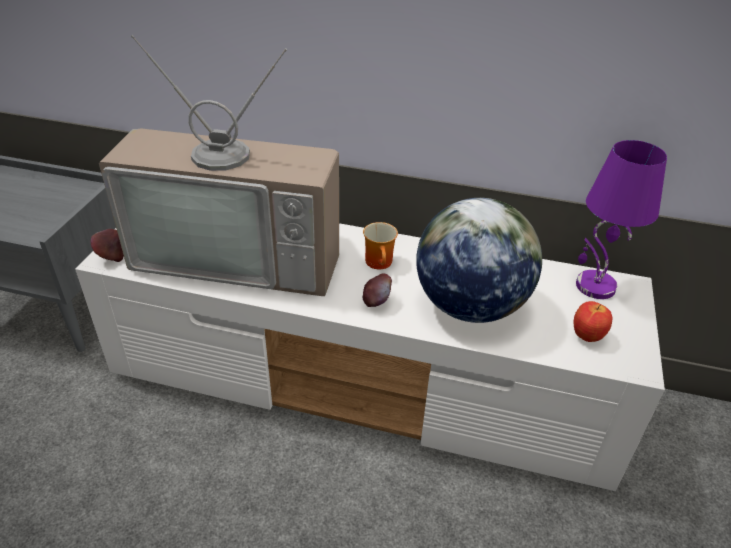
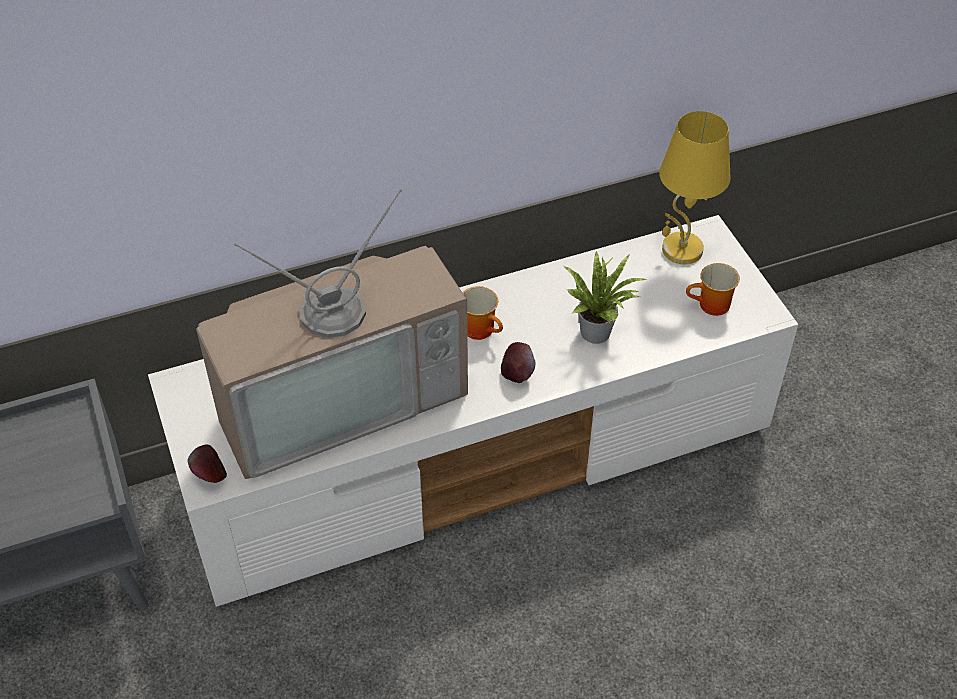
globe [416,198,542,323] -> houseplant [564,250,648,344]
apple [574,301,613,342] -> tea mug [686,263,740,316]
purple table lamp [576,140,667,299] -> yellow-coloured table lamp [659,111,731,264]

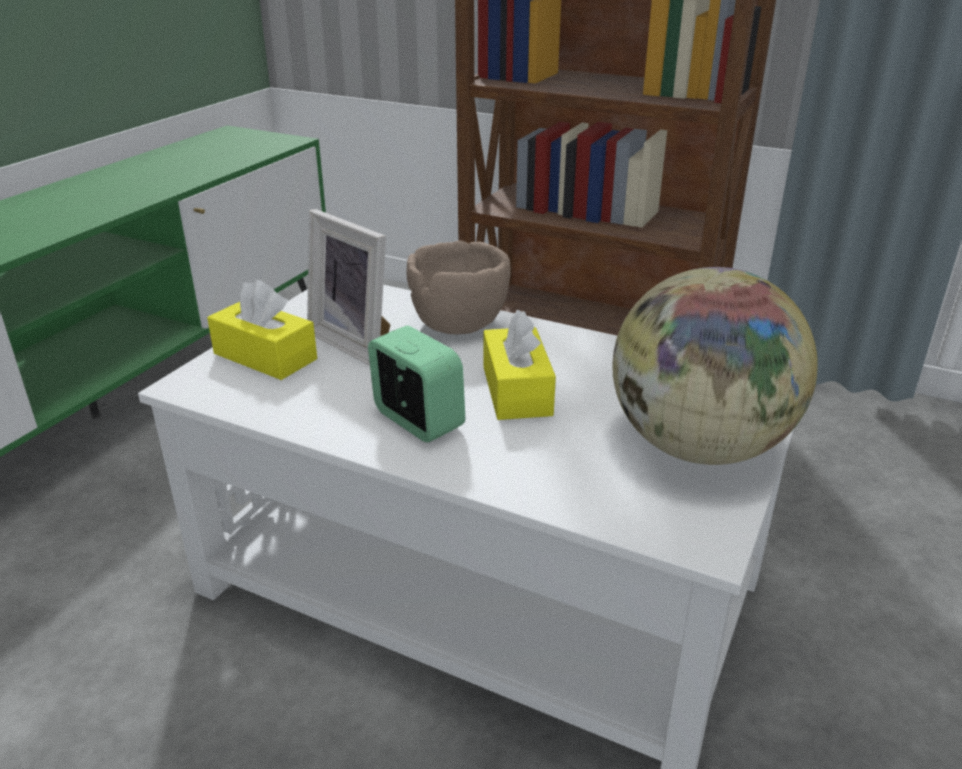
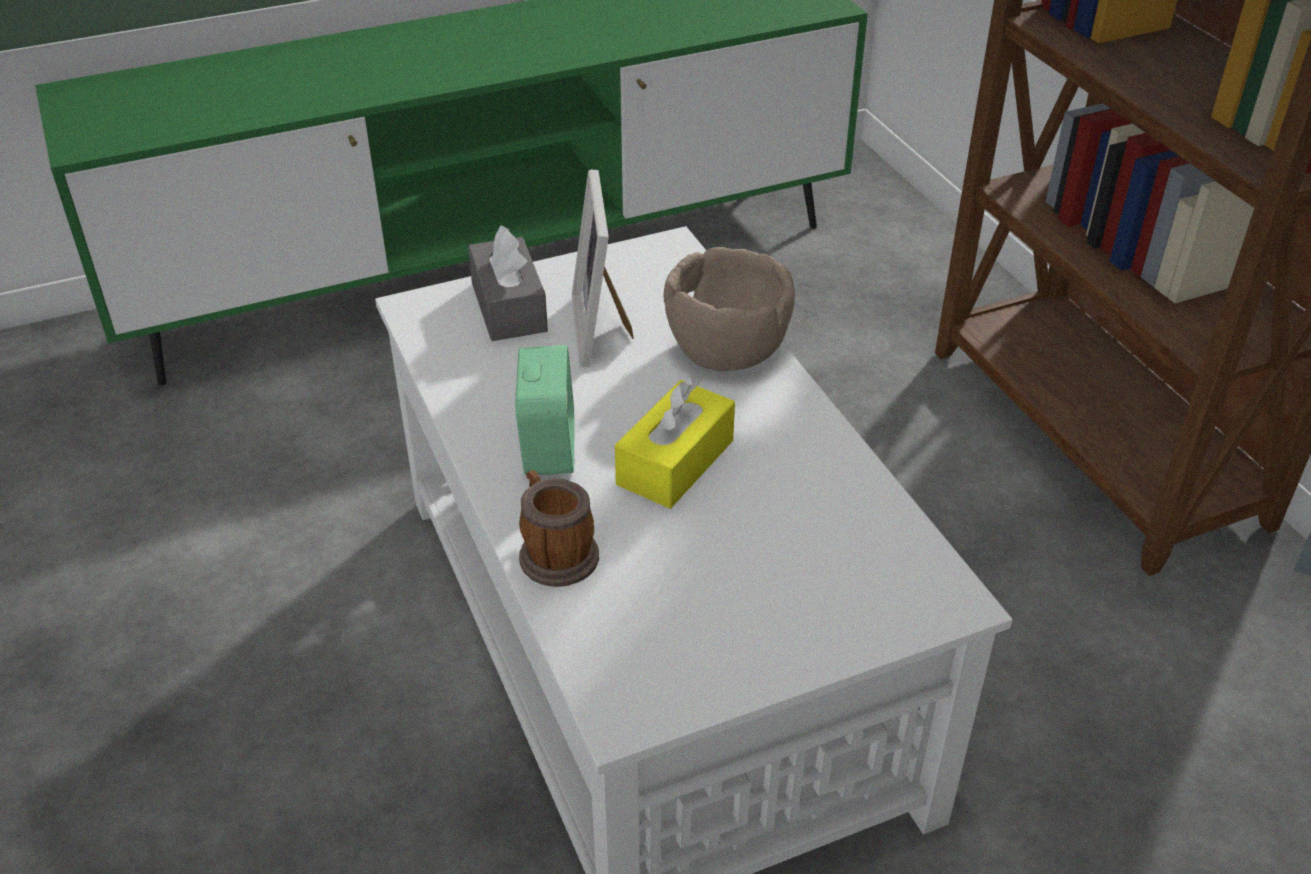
globe [612,267,818,465] -> none
none -> tea mug [519,470,599,587]
yellow-coloured tissue holder [207,280,317,380] -> grey tissue holder [468,225,548,341]

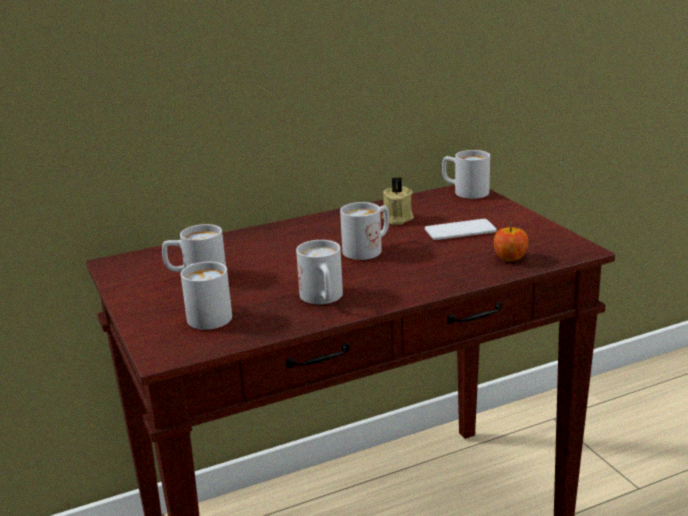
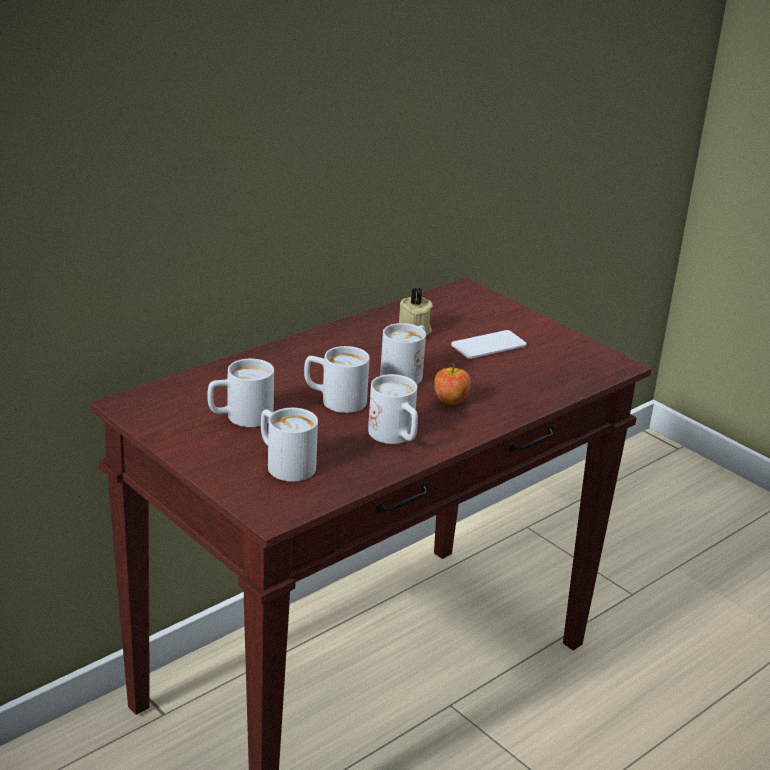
white tea mug [442,150,490,199] -> white tea mug [304,346,370,413], moved
apple [494,222,528,262] -> apple [434,363,471,405], moved

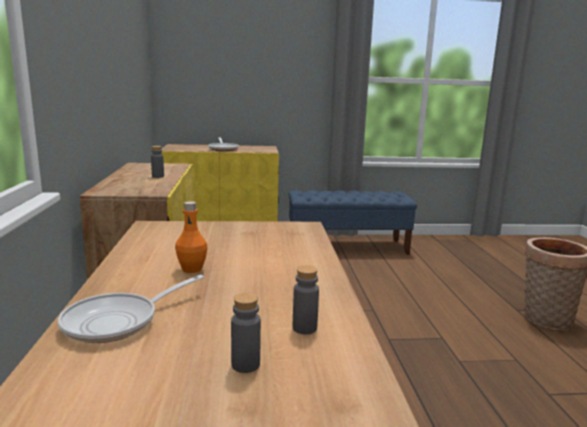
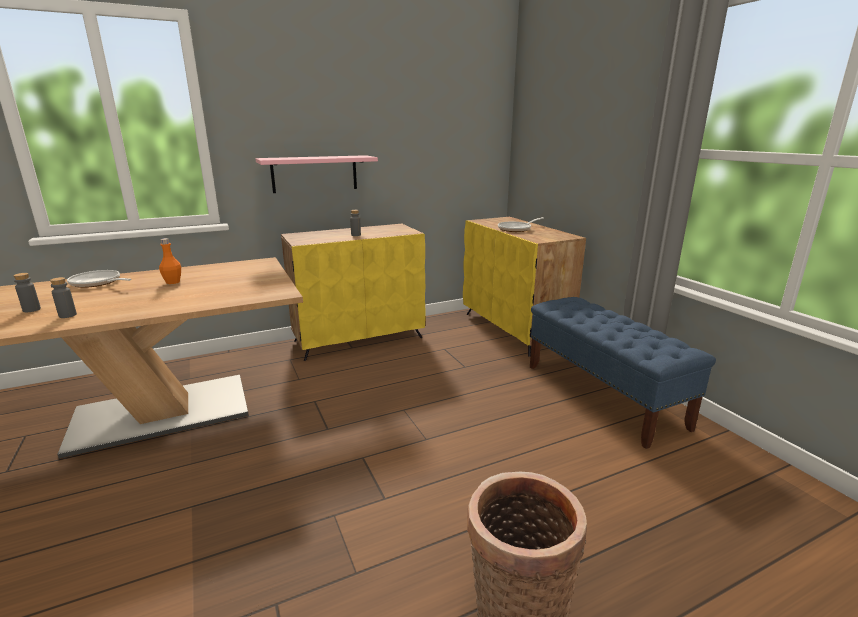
none -> pink wall shelf [256,155,378,193]

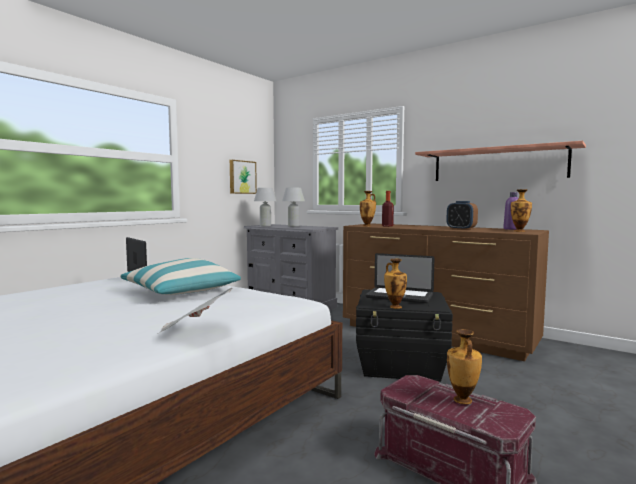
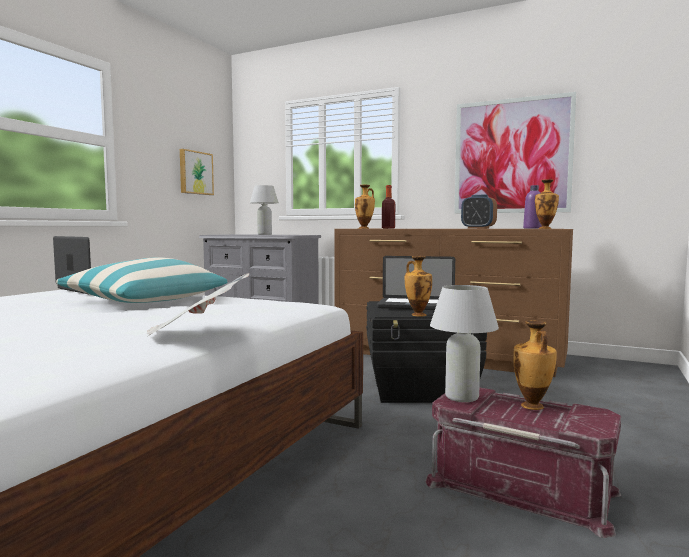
white table lamp [254,188,276,226] -> white table lamp [430,285,499,402], moved
wall shelf [415,141,586,181] -> wall art [454,92,576,214]

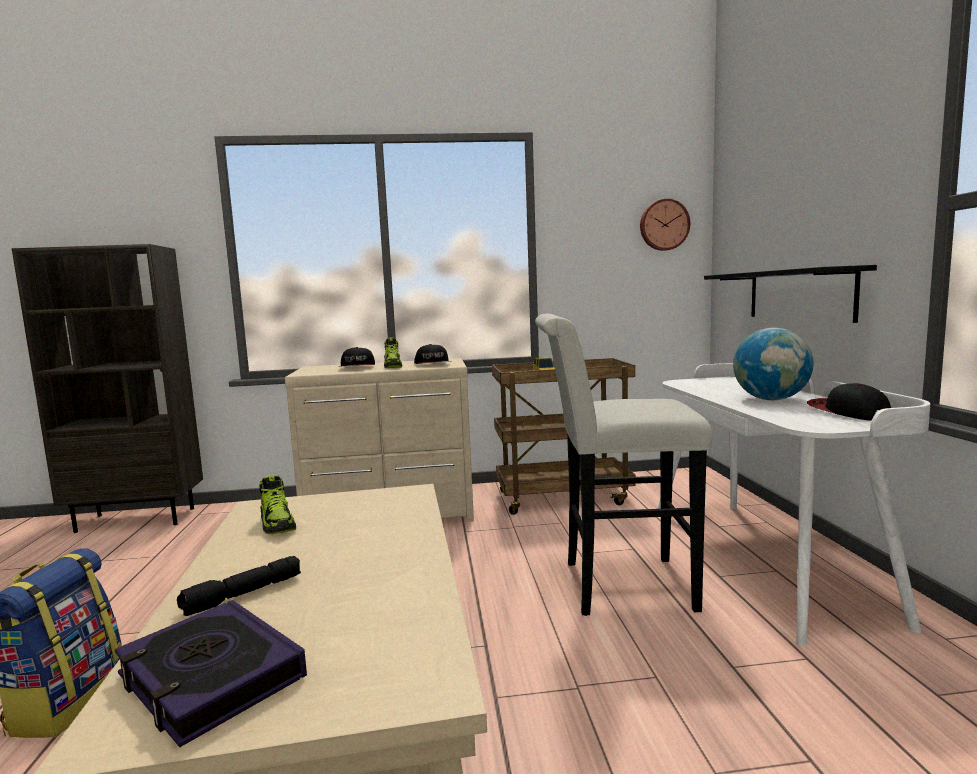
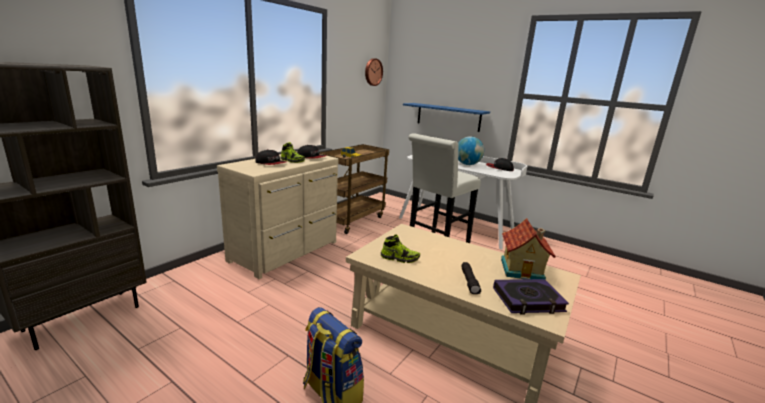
none -> toy house [501,218,556,280]
blackish wall shelf [704,265,877,323] -> blue-coloured wall shelf [403,103,490,132]

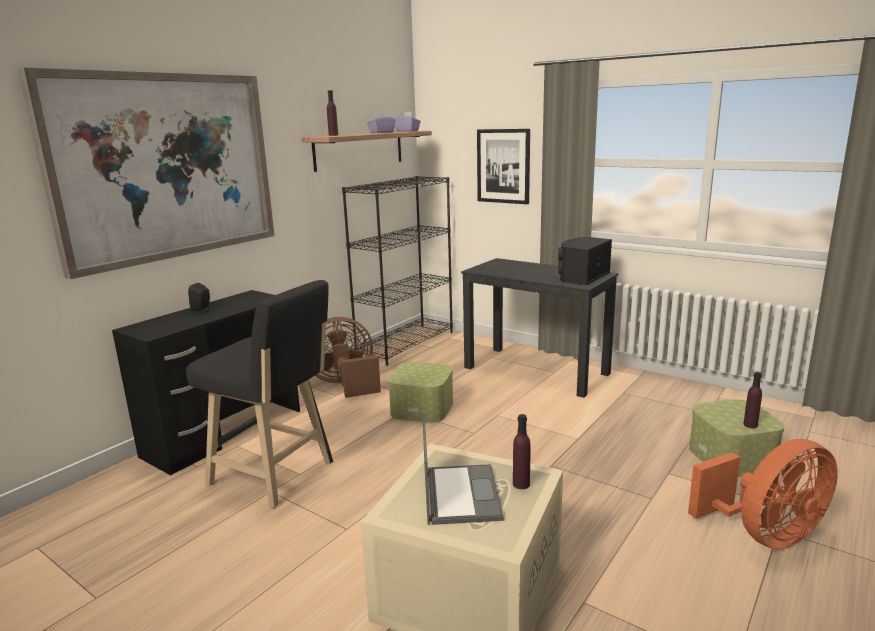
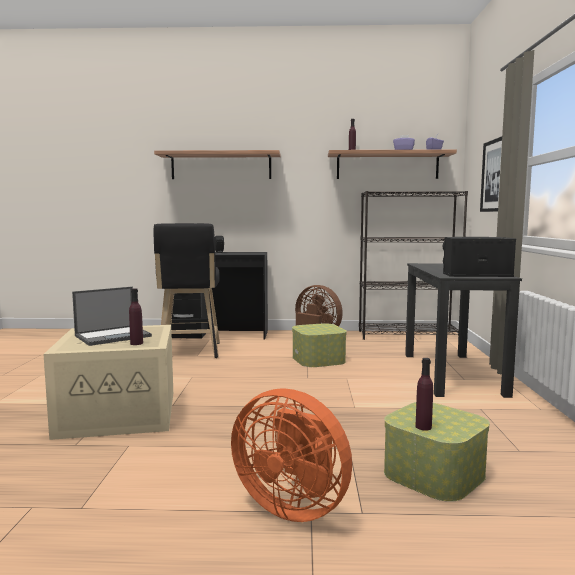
wall art [18,68,274,279] -> wall shelf [154,150,281,179]

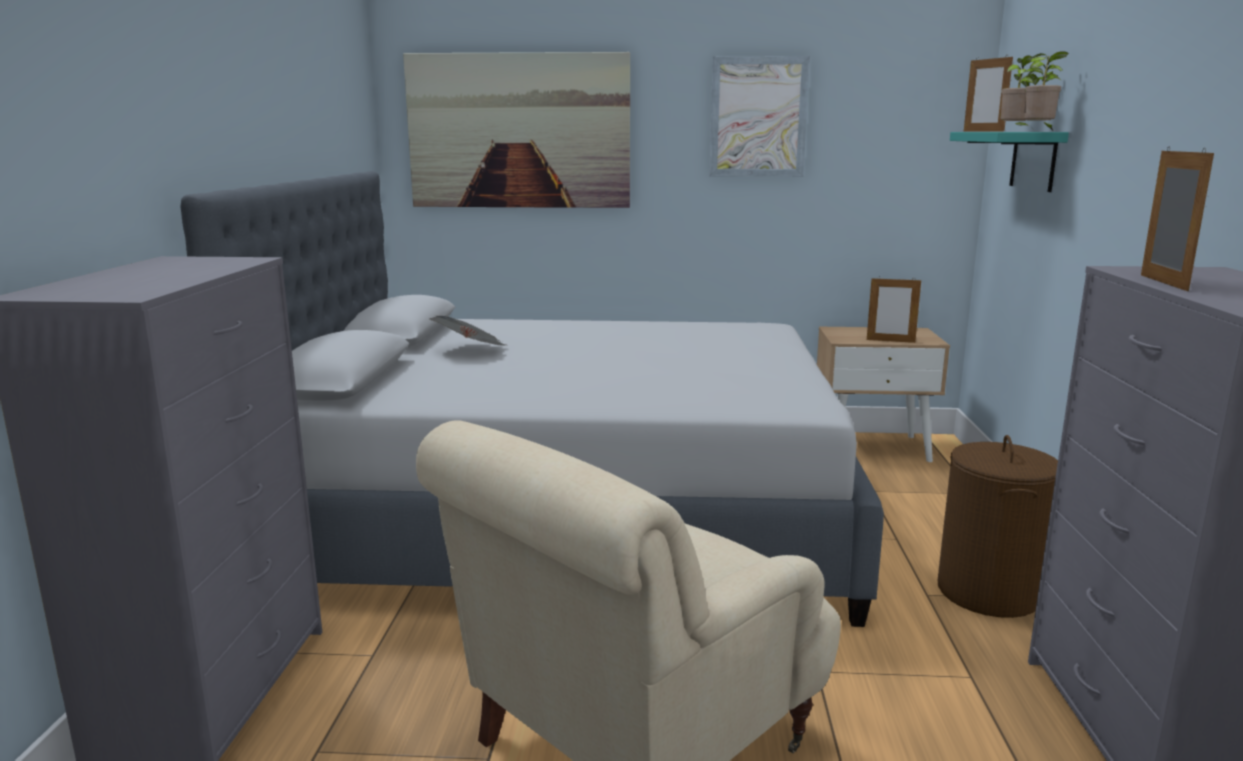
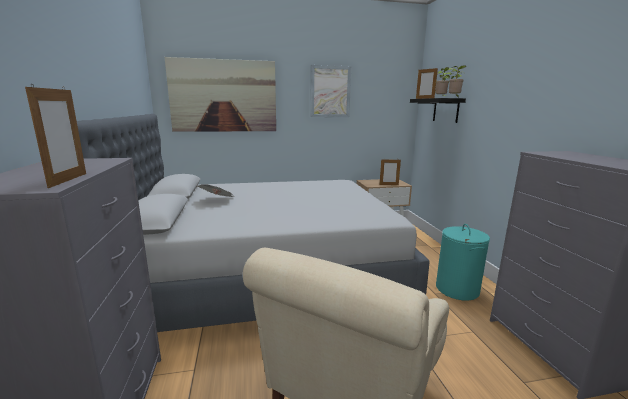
standing frame [1141,148,1214,291] -> standing frame [25,85,86,188], moved
brownish laundry basket [938,435,1058,618] -> blue-green laundry basket [436,224,490,301]
blue-green wall shelf [950,132,1069,192] -> blackish wall shelf [410,98,466,123]

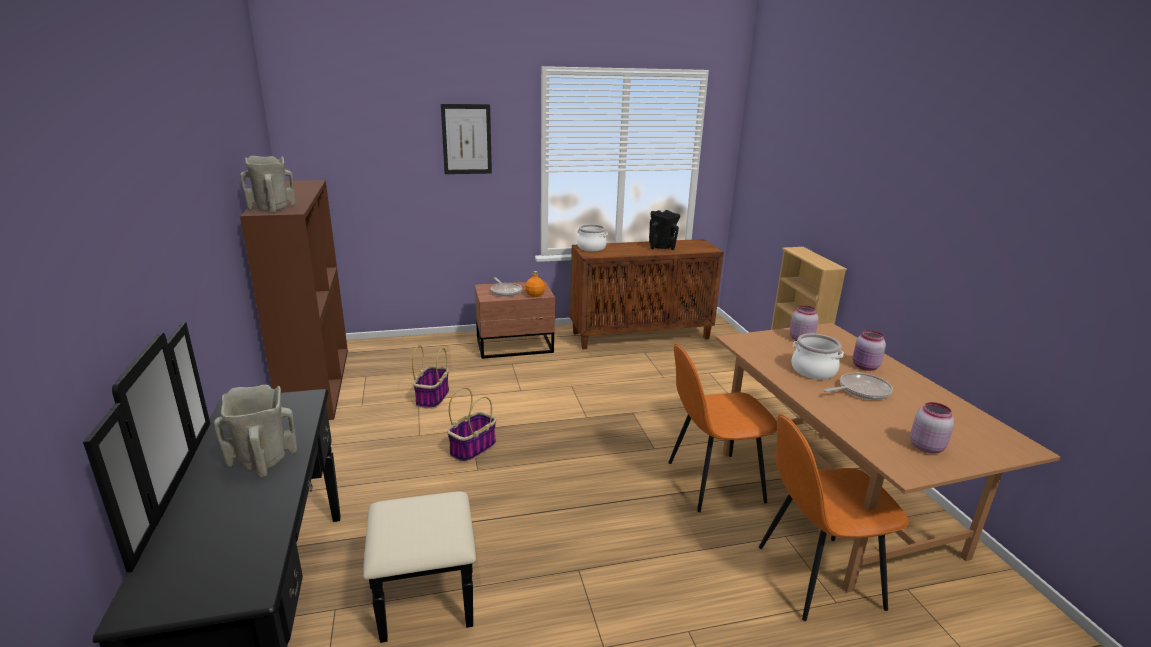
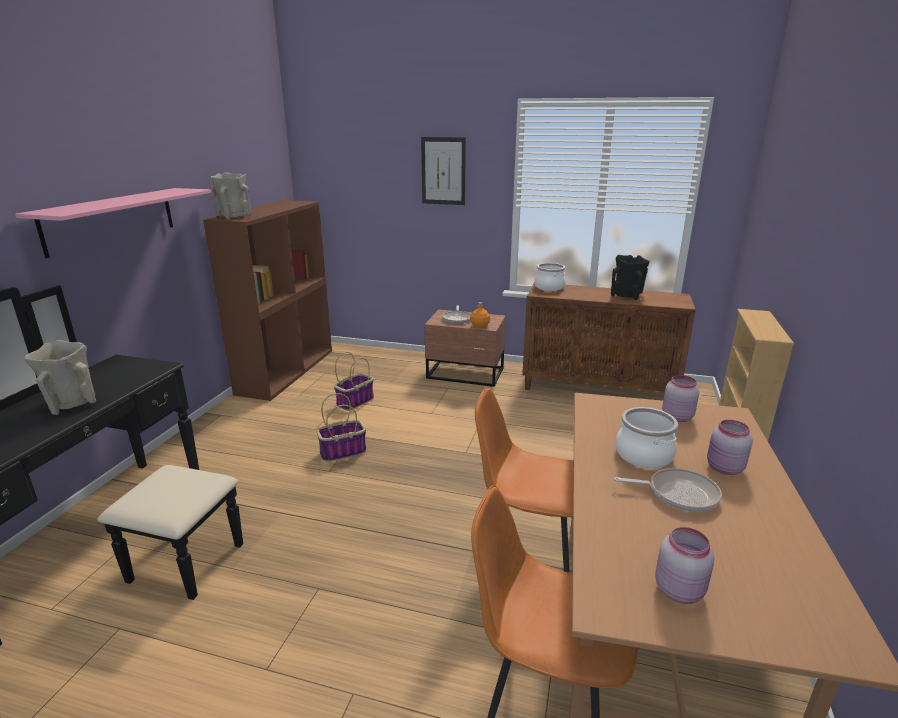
none -> pink wall shelf [15,188,212,258]

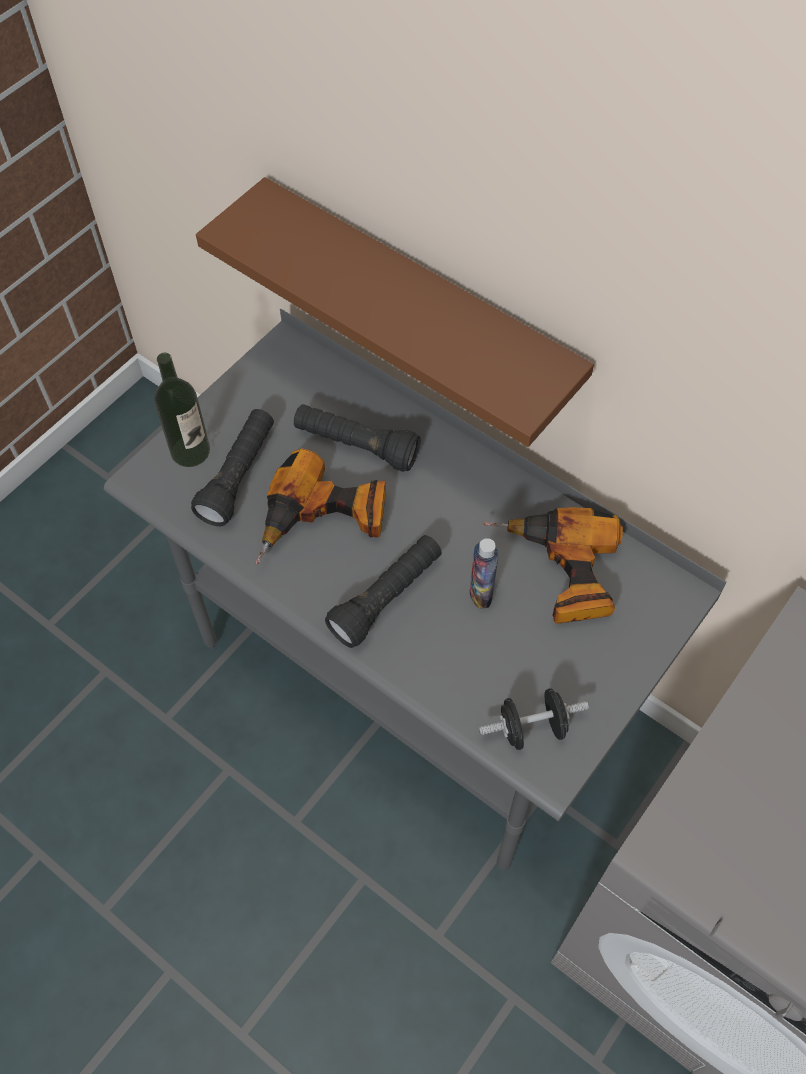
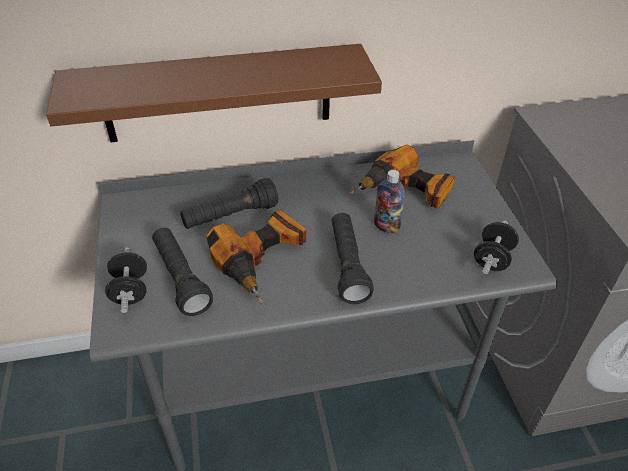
beverage bottle [154,353,210,467] -> blackish free weight [105,247,147,313]

